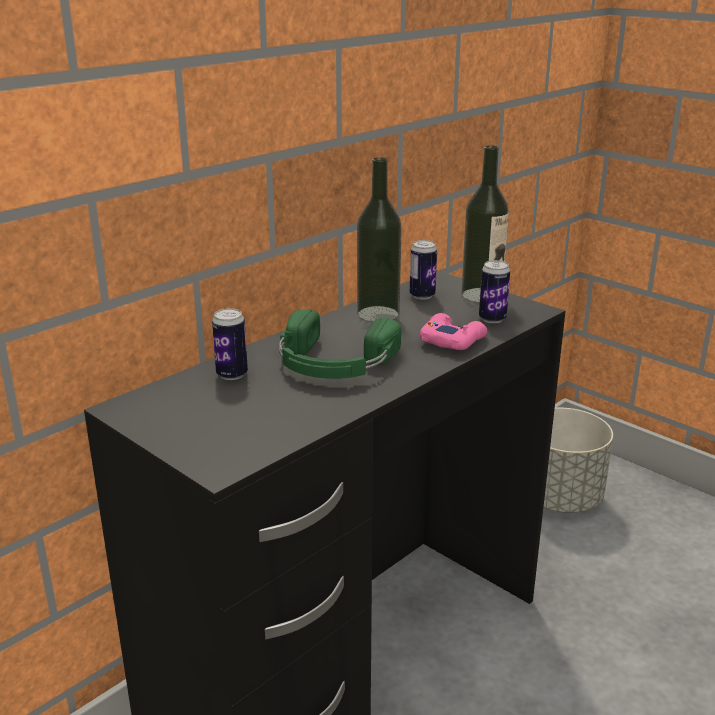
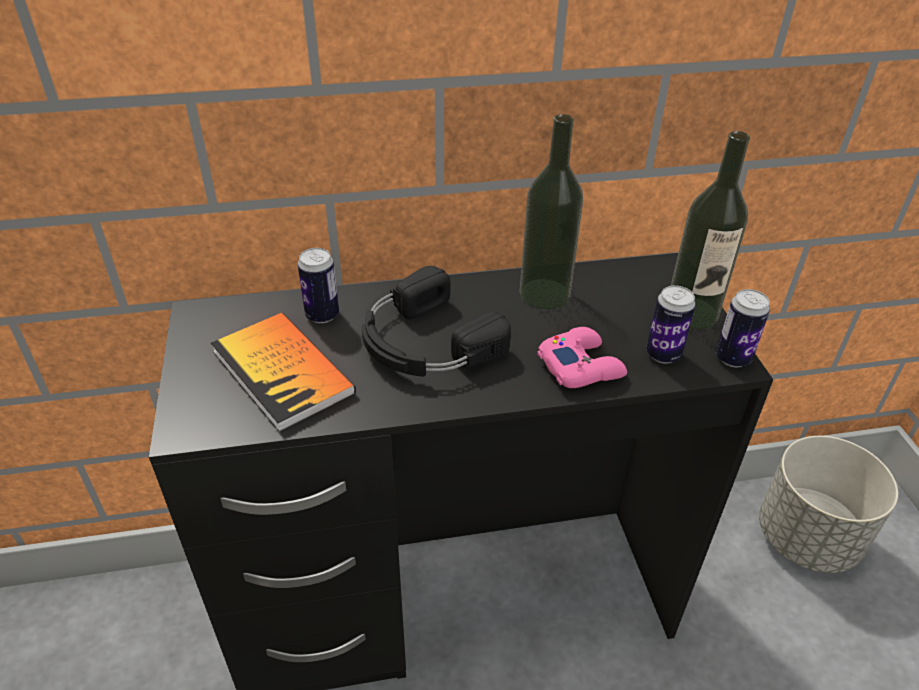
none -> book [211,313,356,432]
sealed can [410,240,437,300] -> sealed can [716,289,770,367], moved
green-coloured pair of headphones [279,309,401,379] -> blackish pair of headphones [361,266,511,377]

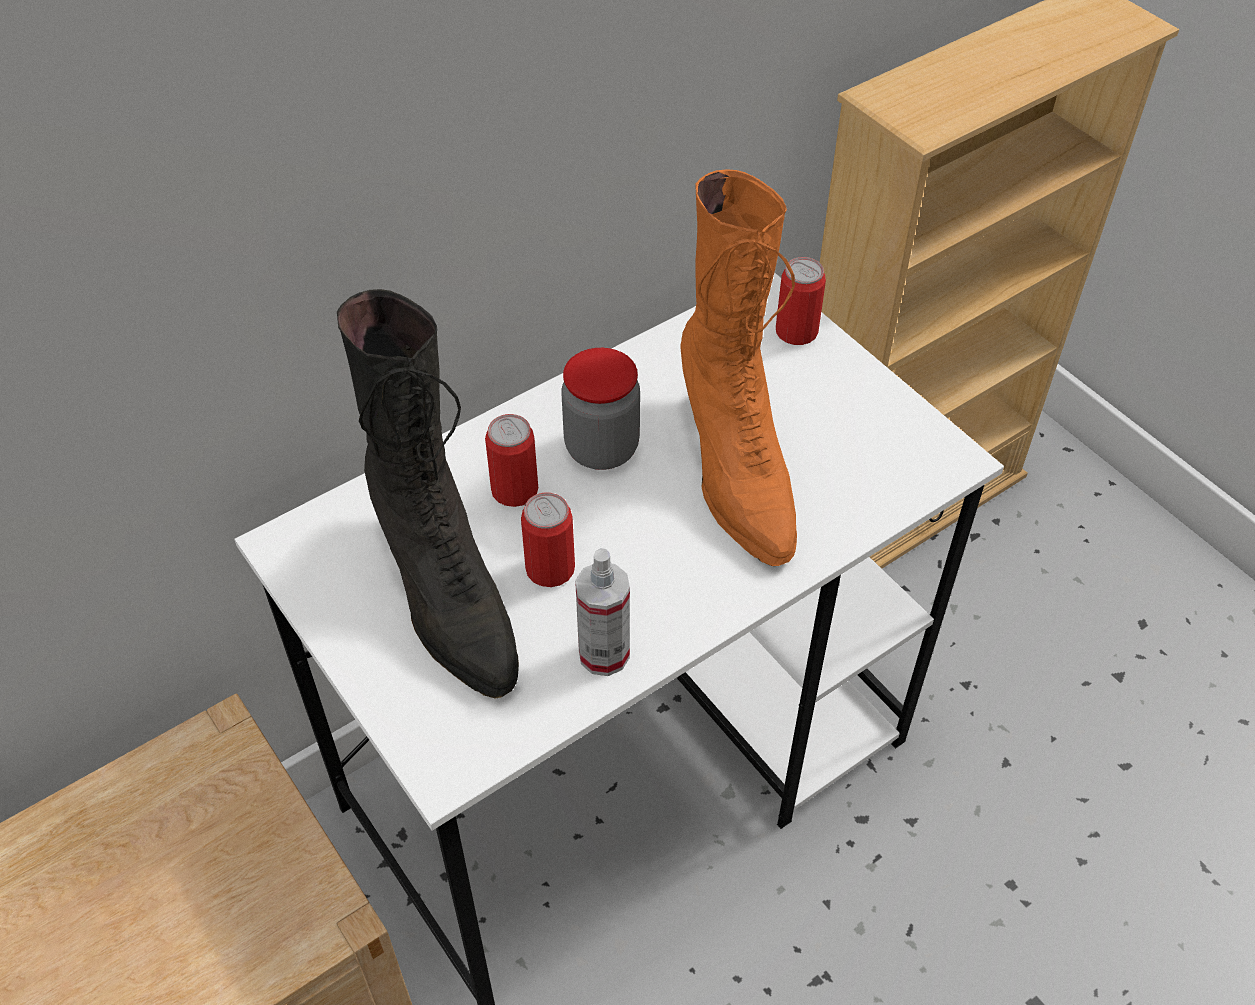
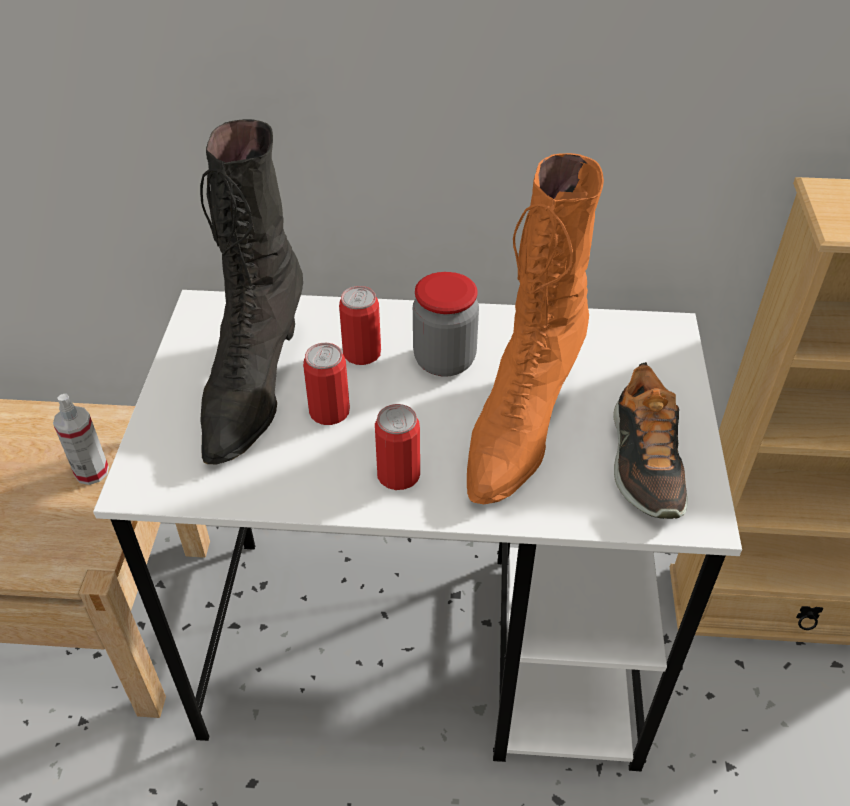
none -> item of footwear [613,362,688,519]
spray bottle [575,548,630,676] -> spray bottle [53,394,109,485], moved
sealed can [776,257,826,345] -> sealed can [375,404,420,490], moved

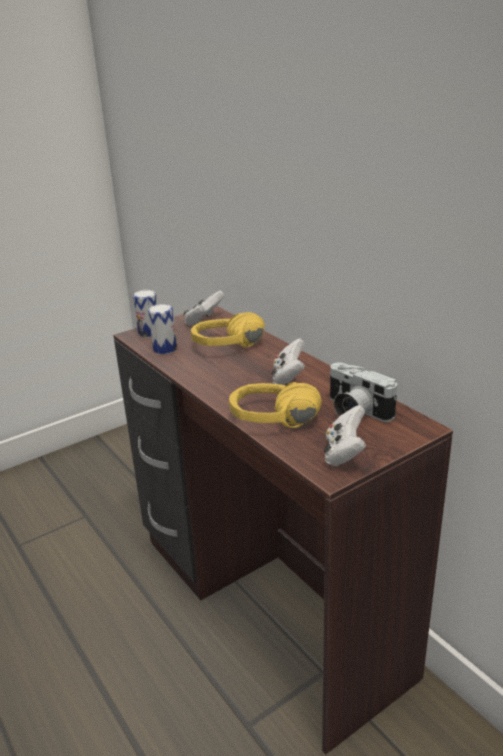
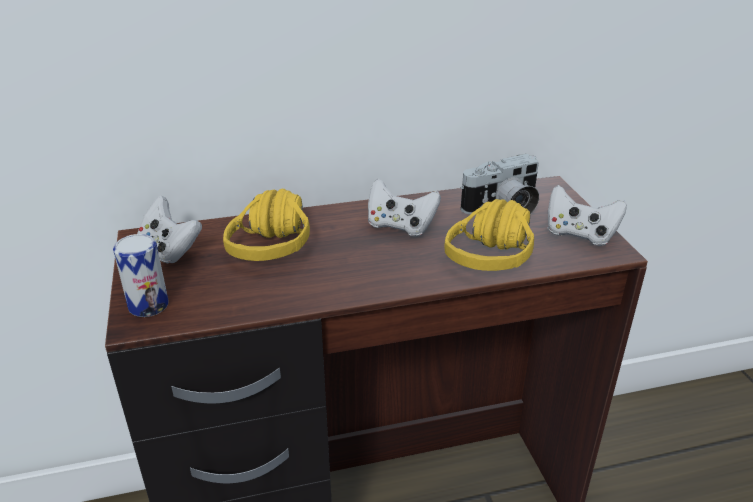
sealed can [148,304,177,354] -> none

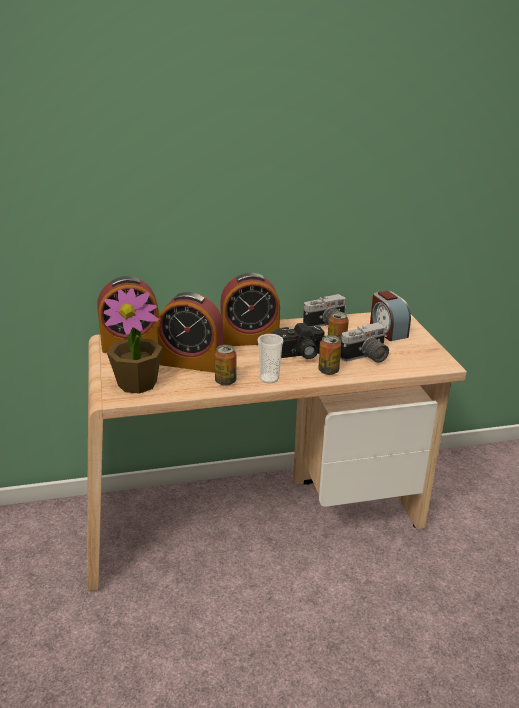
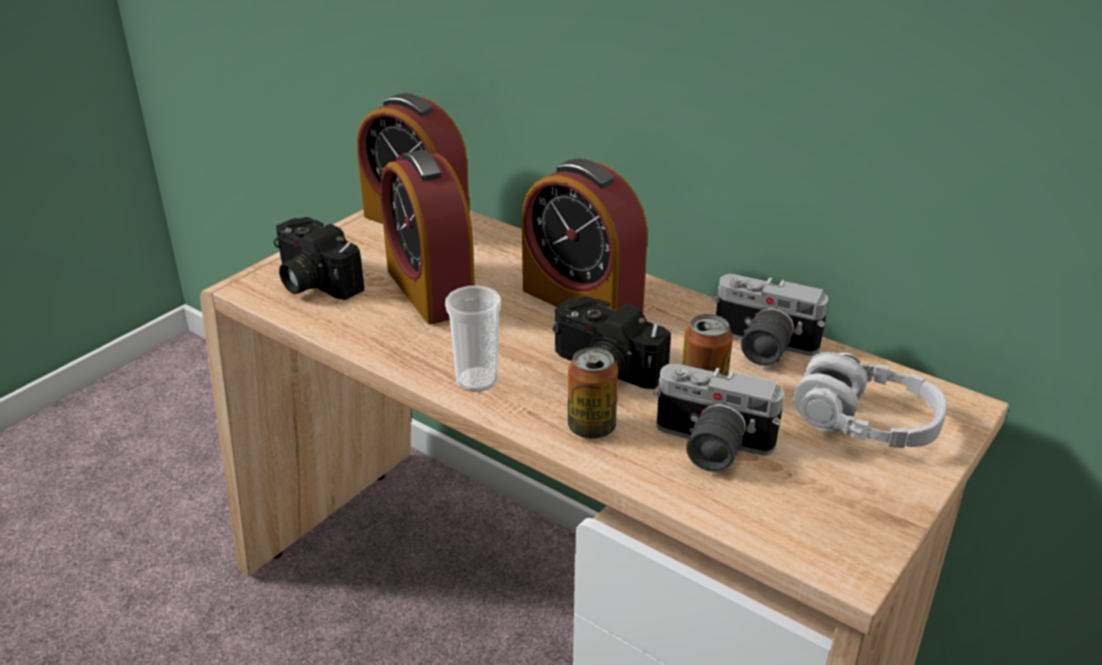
sealed can [215,345,237,386] -> none
houseplant [104,289,162,394] -> photo camera [274,217,364,300]
table clock [370,291,411,341] -> grey pair of headphones [793,352,947,448]

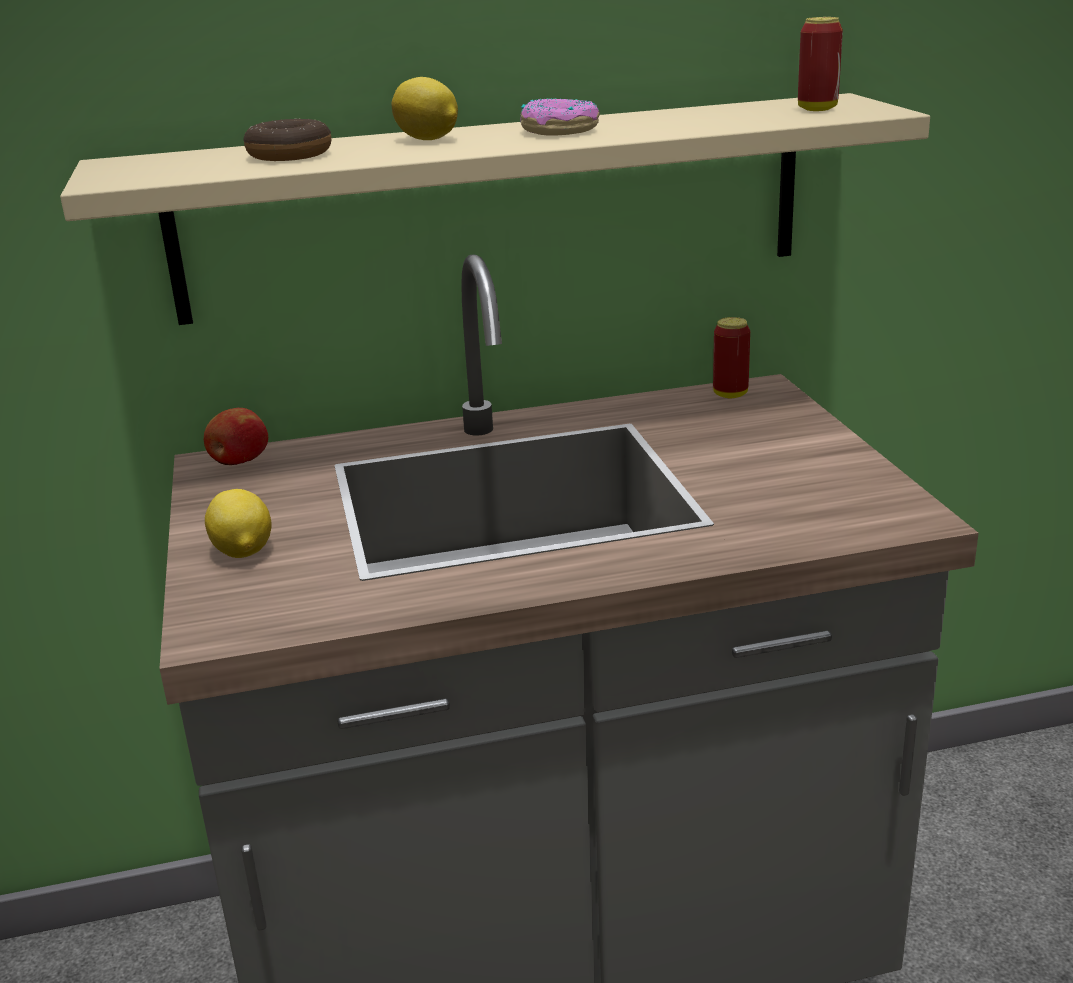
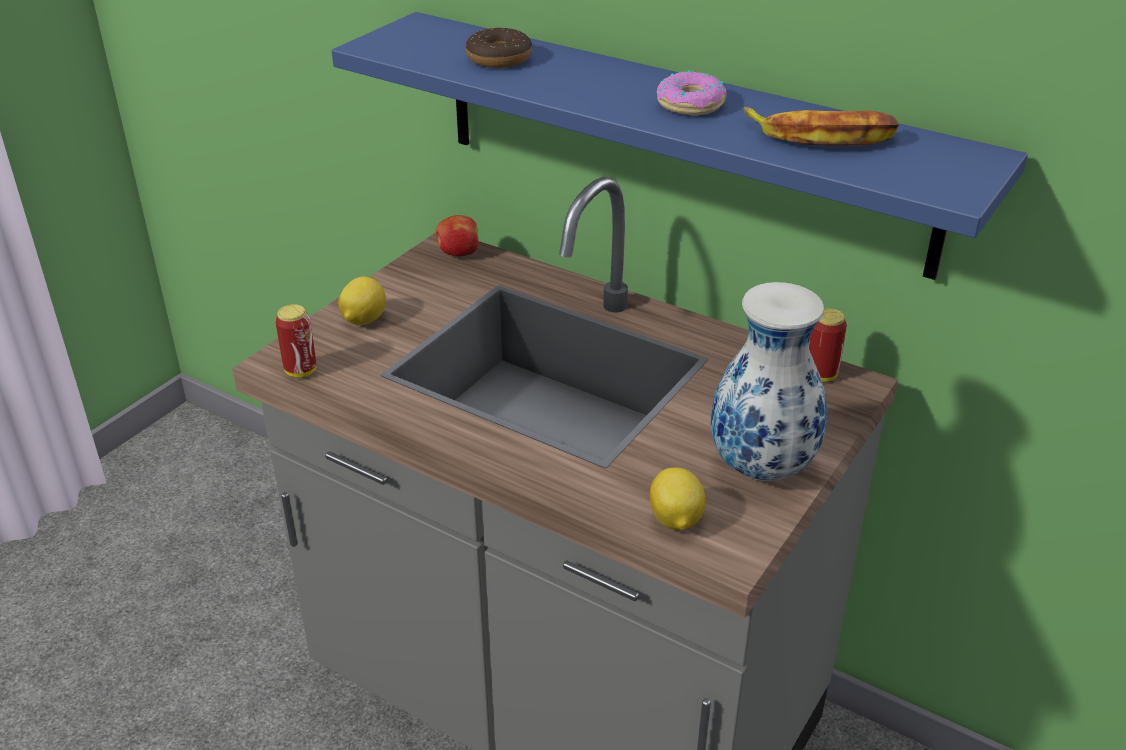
none -> flower vase [711,282,827,481]
none -> whole banana [743,107,900,146]
lemon [392,77,458,140] -> lemon [650,468,705,530], moved
sealed can [798,17,843,111] -> sealed can [275,304,316,377], moved
beige wall shelf [60,93,930,325] -> blue-coloured wall shelf [332,12,1028,280]

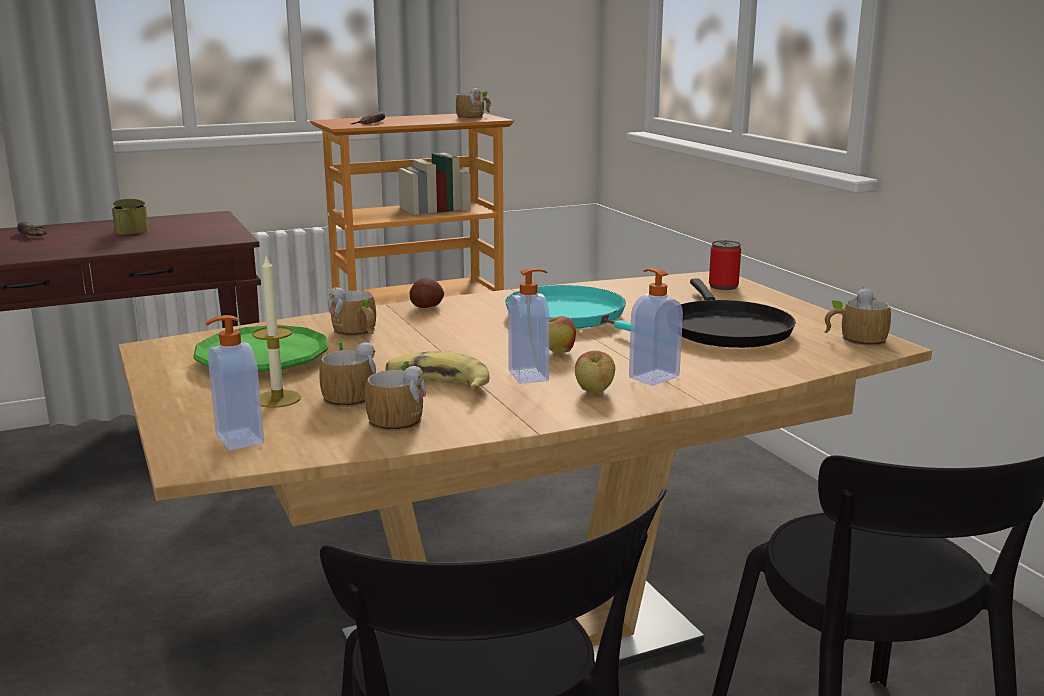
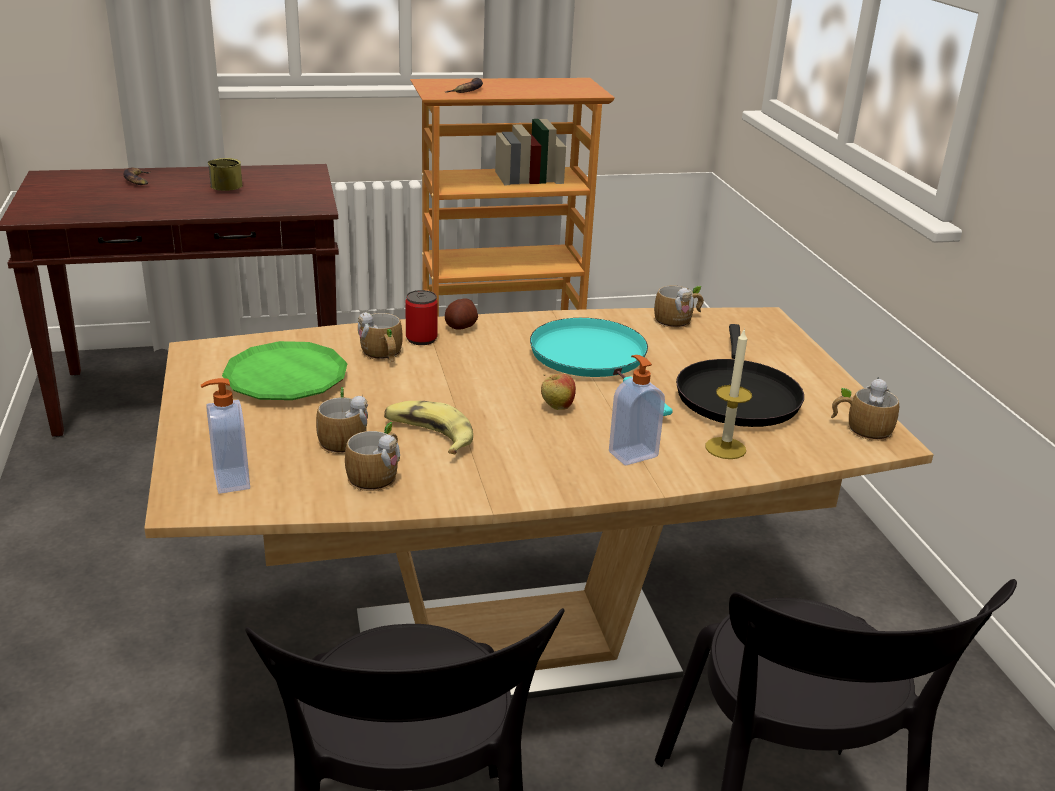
liquid soap bottle [508,268,549,384] -> none
apple [575,351,615,393] -> none
wax light [252,256,301,408] -> wax light [705,328,752,459], moved
tea mug [456,87,491,119] -> tea mug [654,285,704,328], moved
sealed can [709,240,741,290] -> sealed can [405,290,438,345], moved

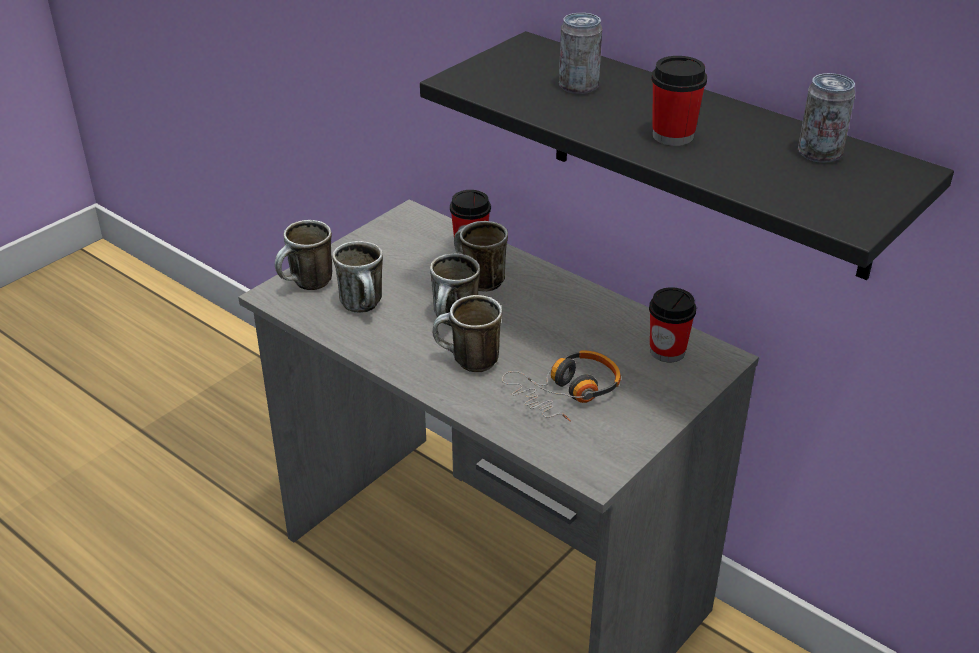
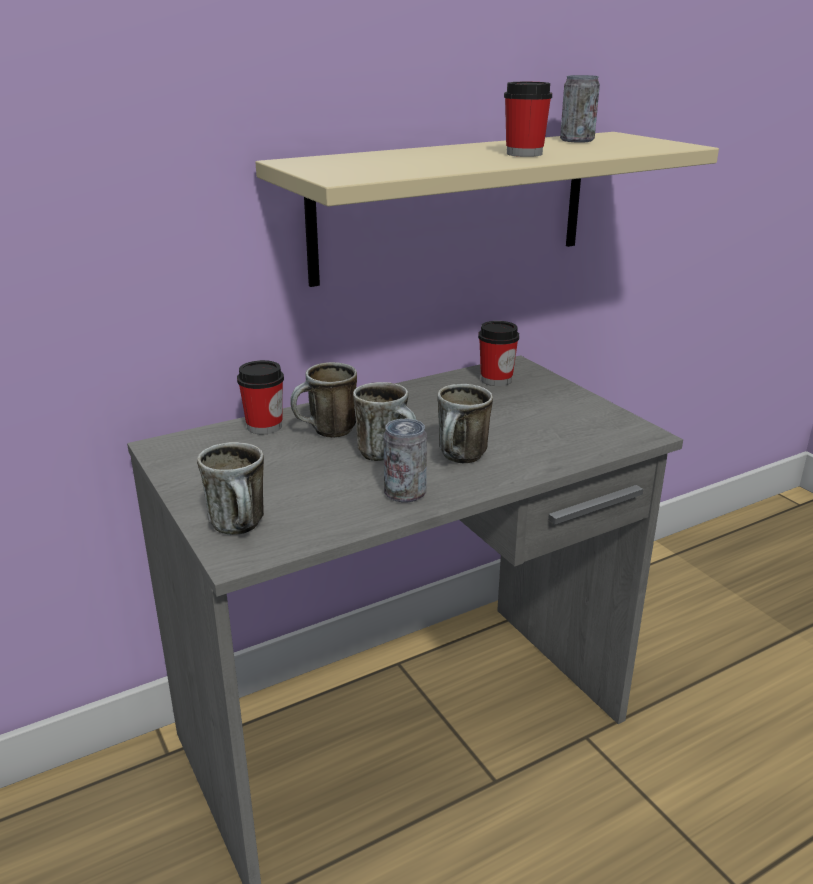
tea mug [332,241,383,313] -> none
pair of headphones [502,350,621,421] -> none
sealed can [559,13,602,94] -> sealed can [383,419,427,502], moved
blackish wall shelf [420,31,954,280] -> beige wall shelf [255,132,719,287]

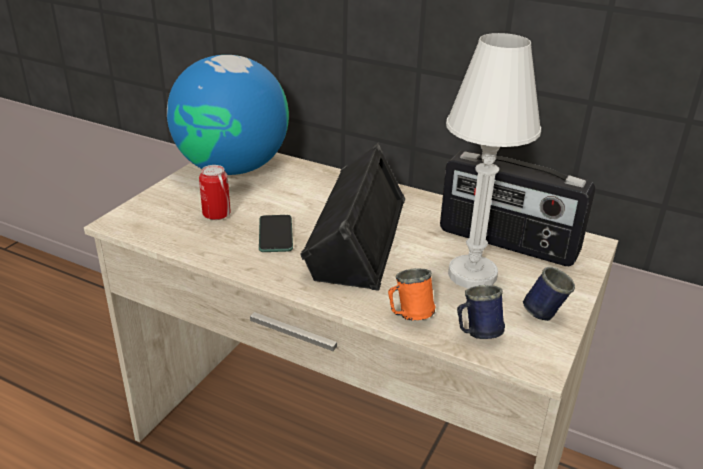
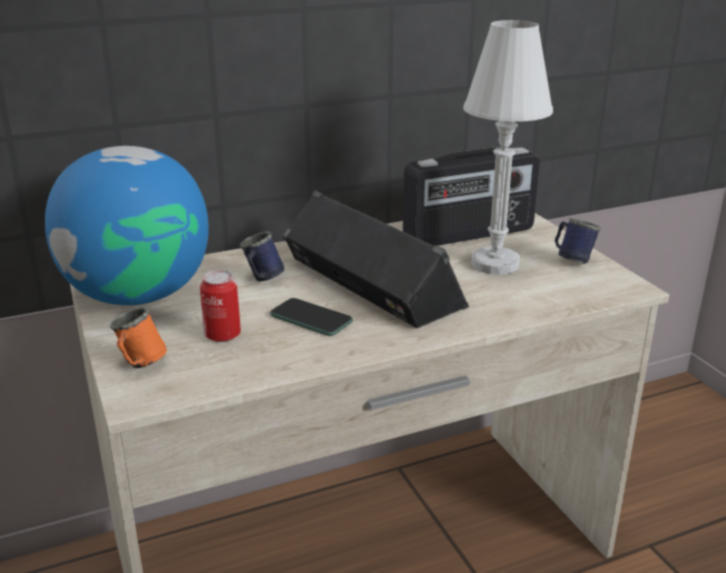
orange tea mug [388,268,435,320] -> orange tea mug [110,307,167,368], moved
blue-coloured tea mug [457,285,505,339] -> blue-coloured tea mug [240,231,285,282], moved

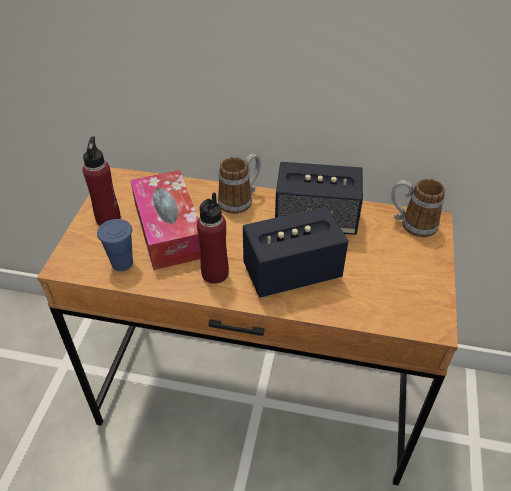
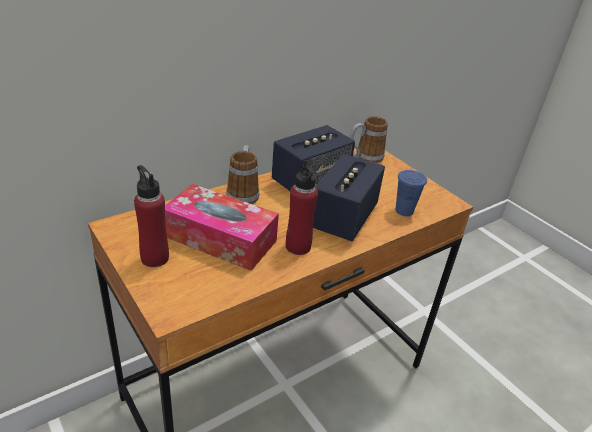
blue-coloured small cup [97,219,133,271] -> blue-coloured small cup [396,170,427,216], moved

